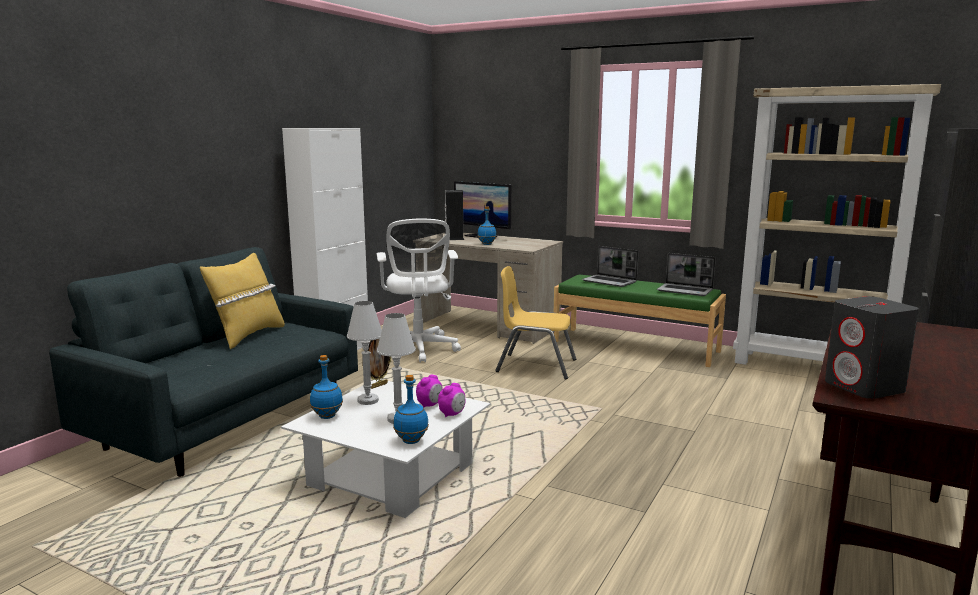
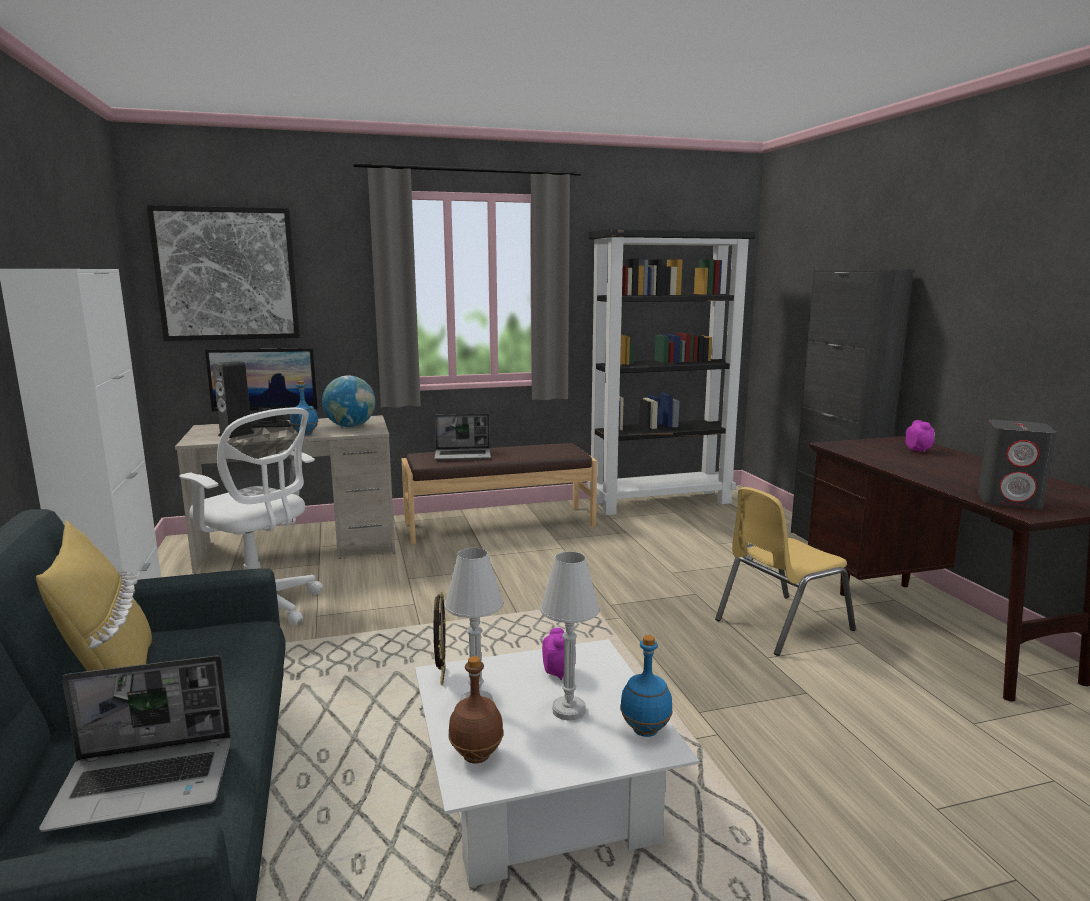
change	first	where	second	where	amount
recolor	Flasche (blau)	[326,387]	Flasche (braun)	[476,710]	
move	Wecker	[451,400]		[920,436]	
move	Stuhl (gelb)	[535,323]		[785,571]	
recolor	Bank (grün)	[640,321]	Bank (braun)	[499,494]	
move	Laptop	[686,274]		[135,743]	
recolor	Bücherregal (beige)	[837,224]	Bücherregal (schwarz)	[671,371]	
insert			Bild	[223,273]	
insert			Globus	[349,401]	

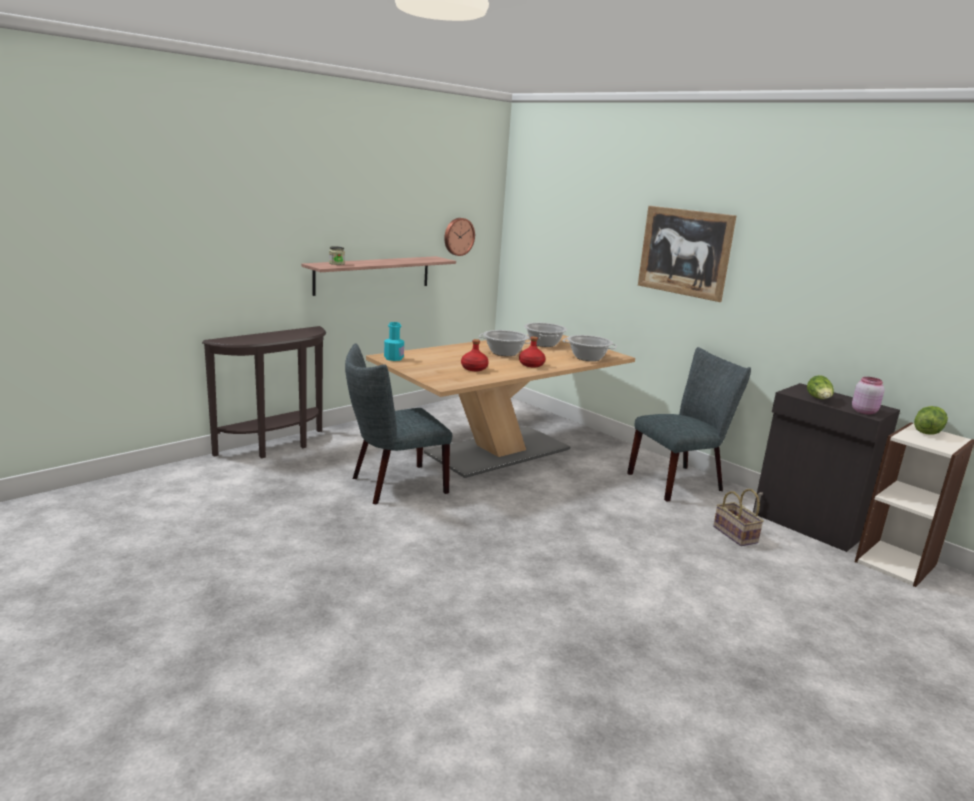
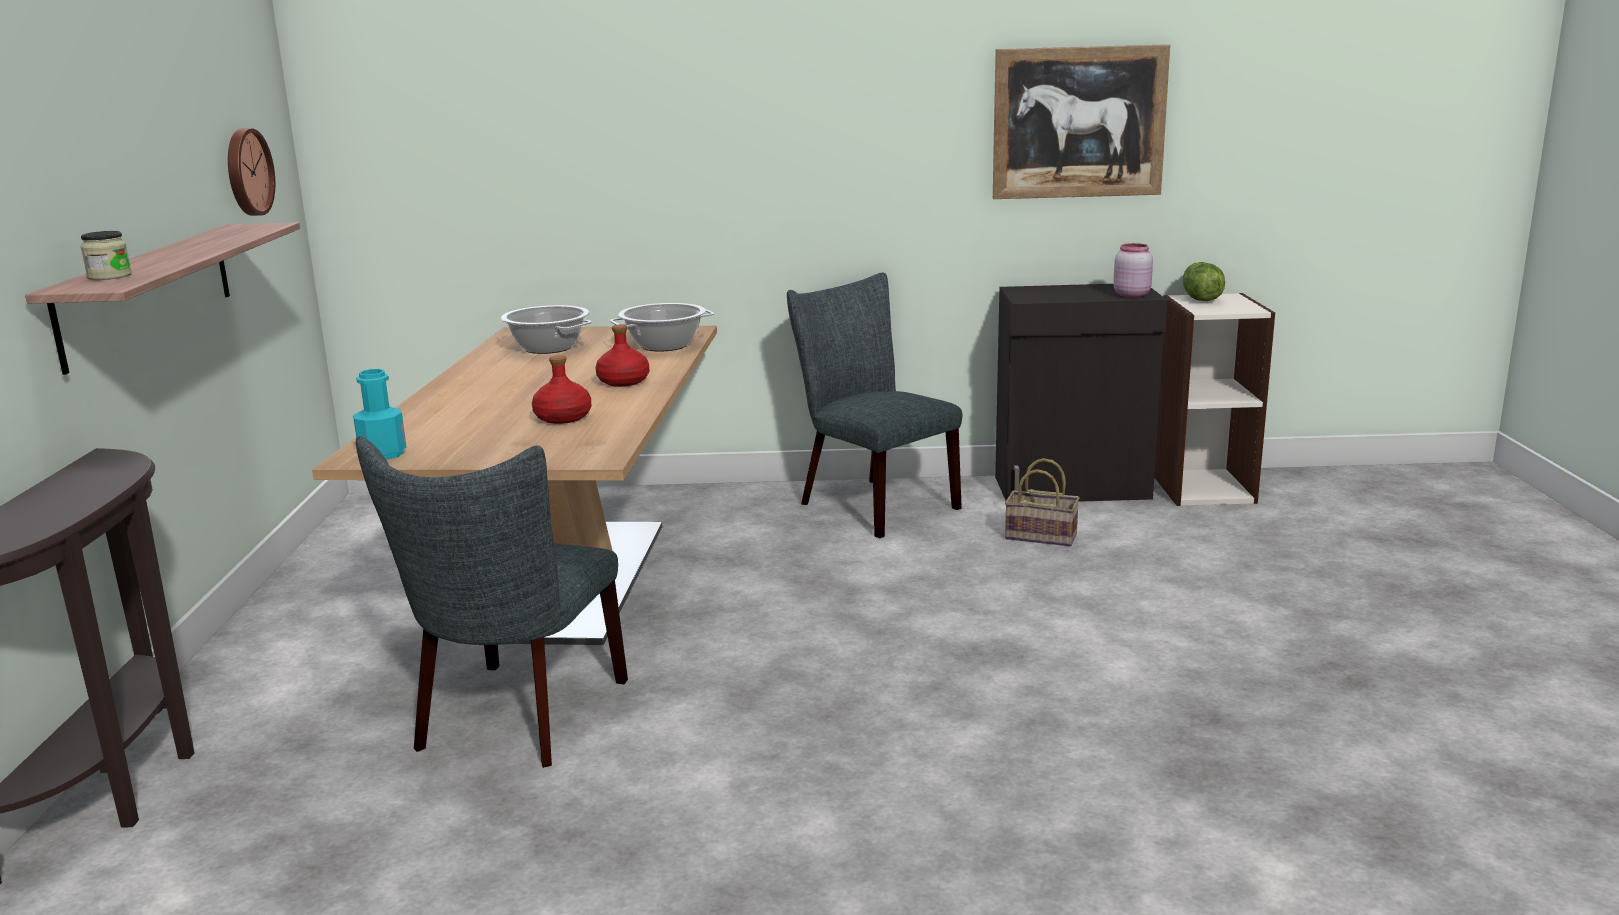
change	first	where	second	where	amount
delete	Kochtopf	[504,343]			
rotate	Stuhl (grau)	[689,424]		[874,405]	60 degrees counterclockwise
move	Bild	[687,254]		[1081,121]	
delete	Salatkopf	[820,387]			

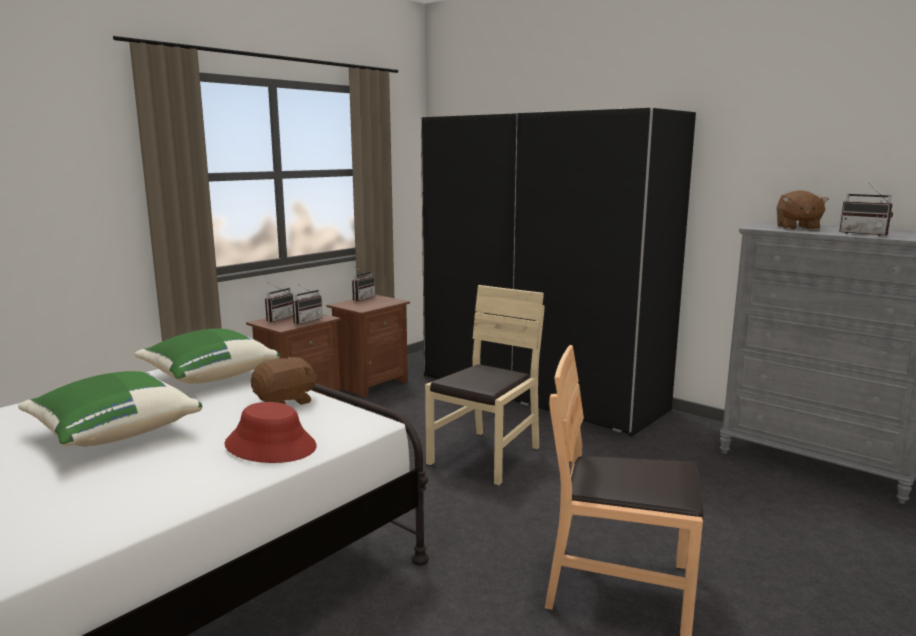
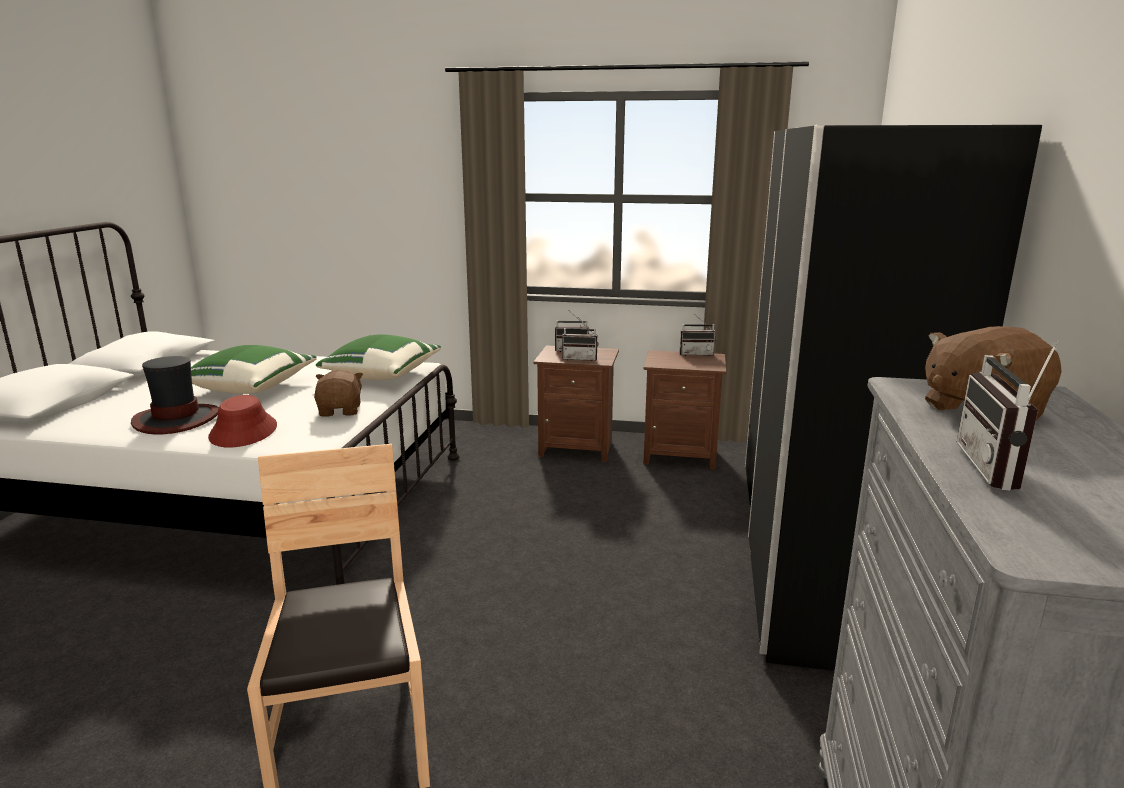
change	first	where	second	where	amount
rotate	Plüschtier (braun)	[284,381]		[338,393]	120 degrees counterclockwise
delete	Stuhl (beige)	[484,385]			
insert			Hut	[175,395]	

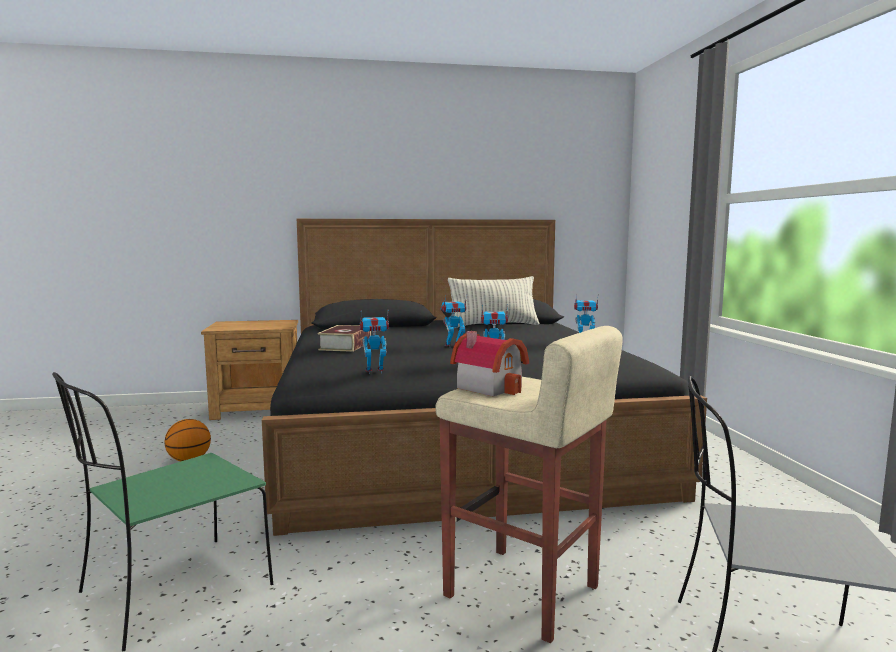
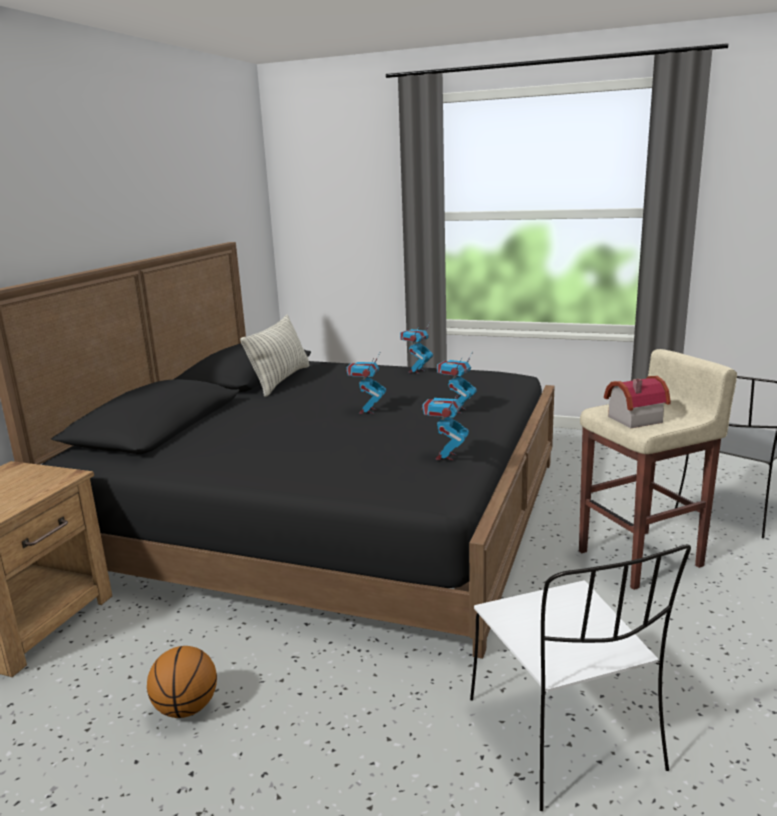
change	first	where	second	where	amount
recolor	Stuhl (grün)	[162,511]	Stuhl (weiß)	[580,677]	
delete	Buch	[344,338]			

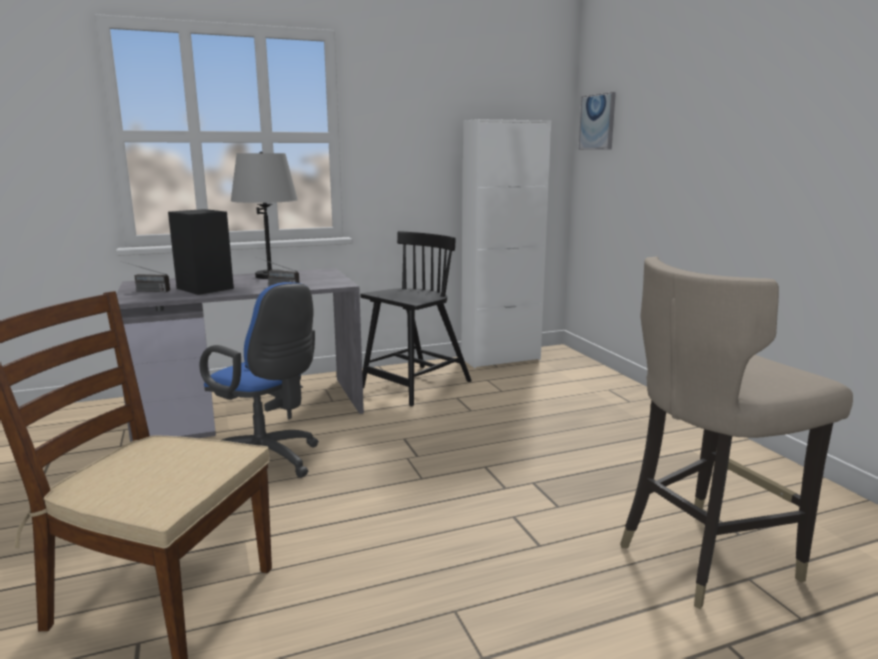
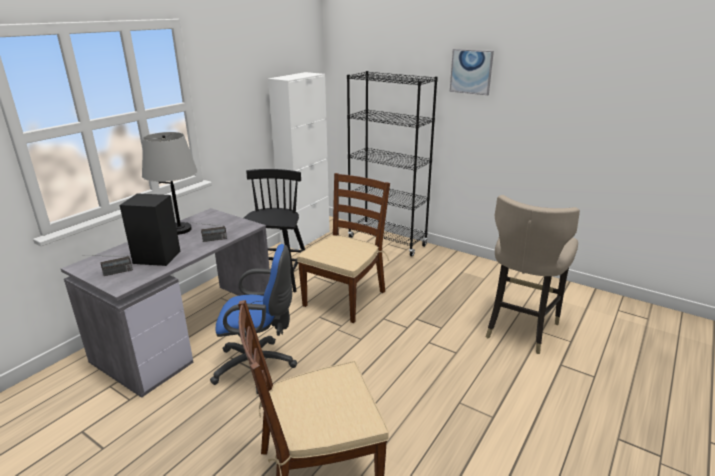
change	first	where	second	where	amount
move	Bild	[597,121]		[472,72]	
insert			Stuhl (braun)	[343,248]	
insert			Bücherregal (schwarz)	[392,164]	

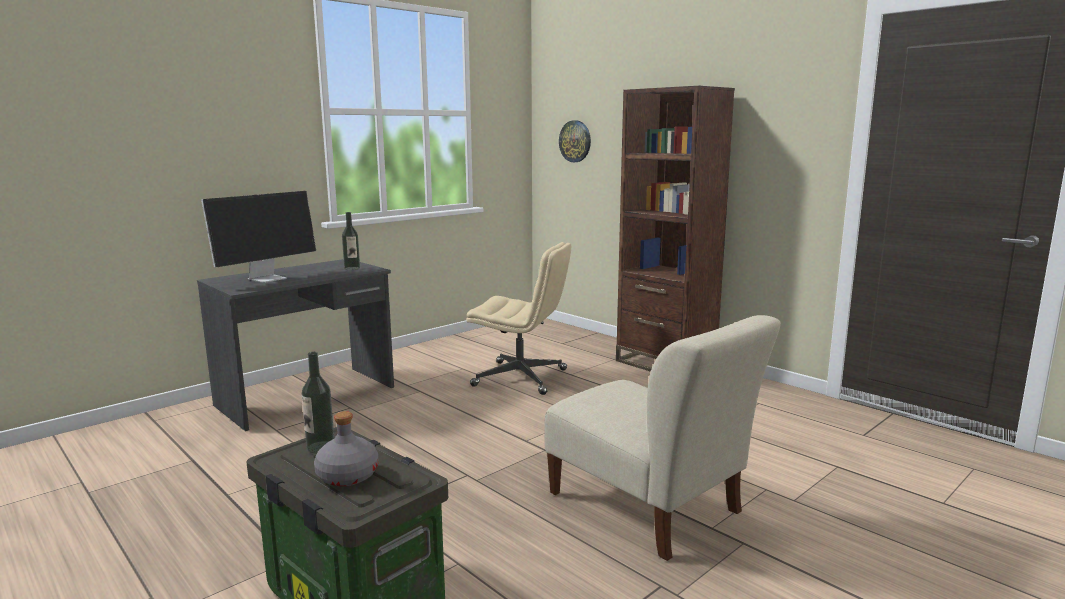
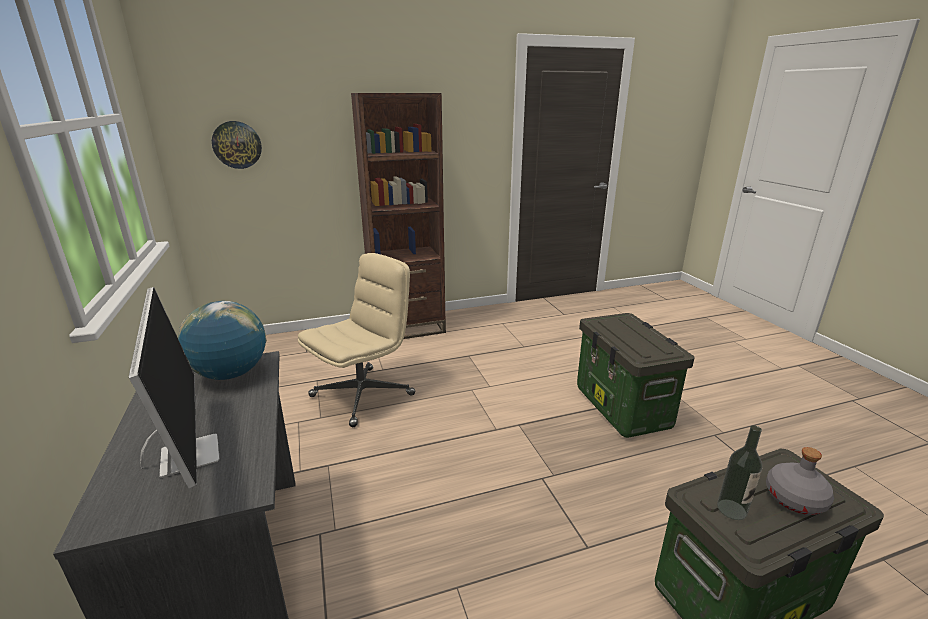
change	first	where	second	where	amount
replace	Flasche	[351,241]	Globus	[222,340]	
replace	Stuhl (beige)	[662,438]	Aufbewahrungsbox	[636,375]	

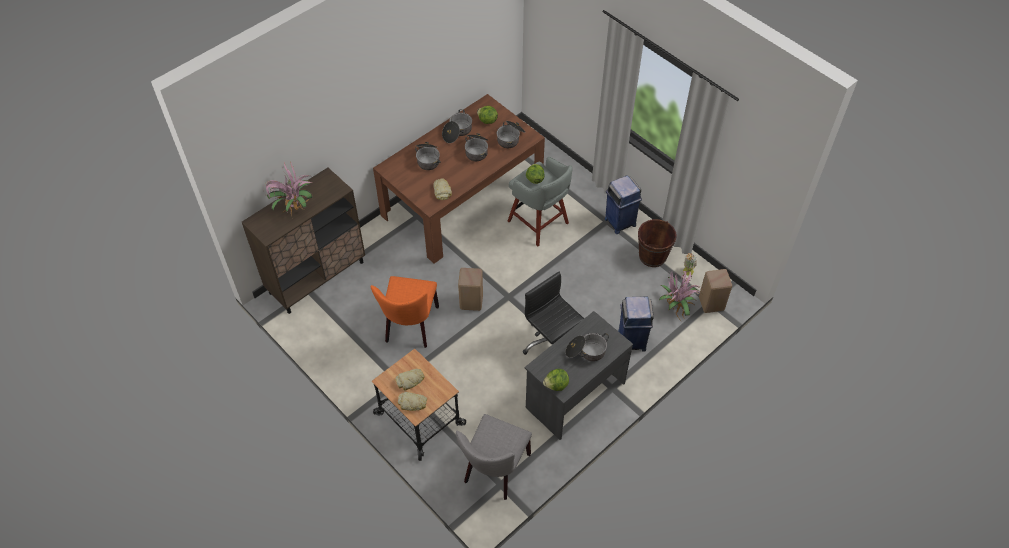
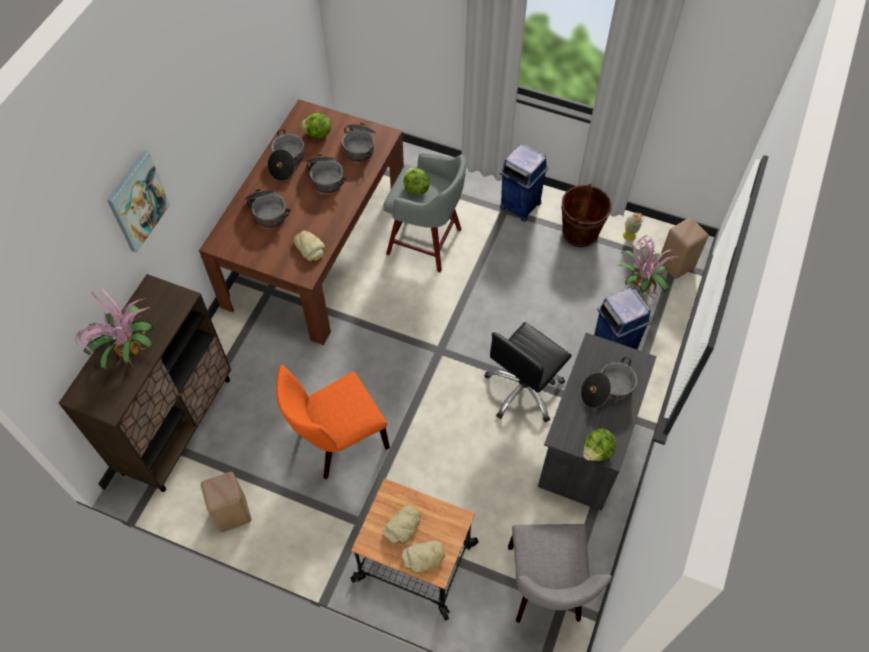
change	first	where	second	where	amount
rotate	Stuhl (orange)	[405,312]		[333,422]	75 degrees clockwise
move	Hocker (beige)	[470,289]		[226,502]	
rotate	Bürostuhl (schwarz)	[553,313]		[528,372]	75 degrees counterclockwise
insert			Bild	[138,201]	

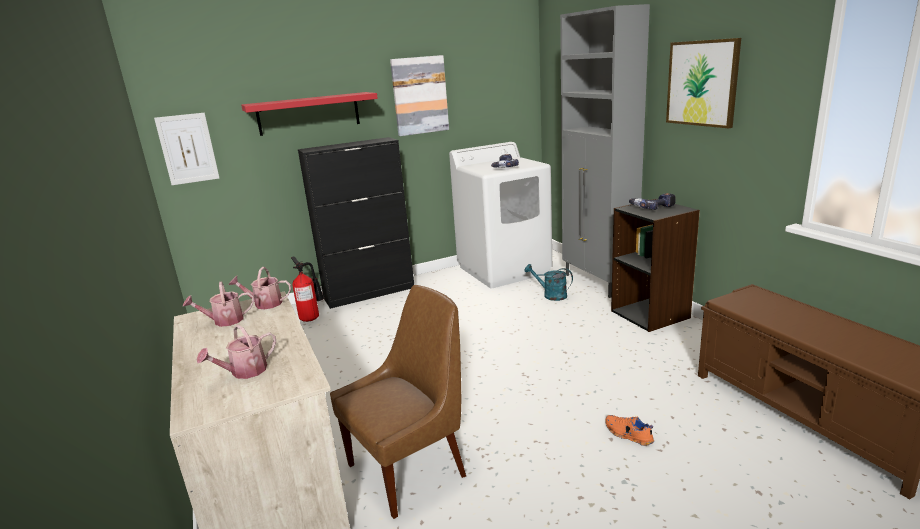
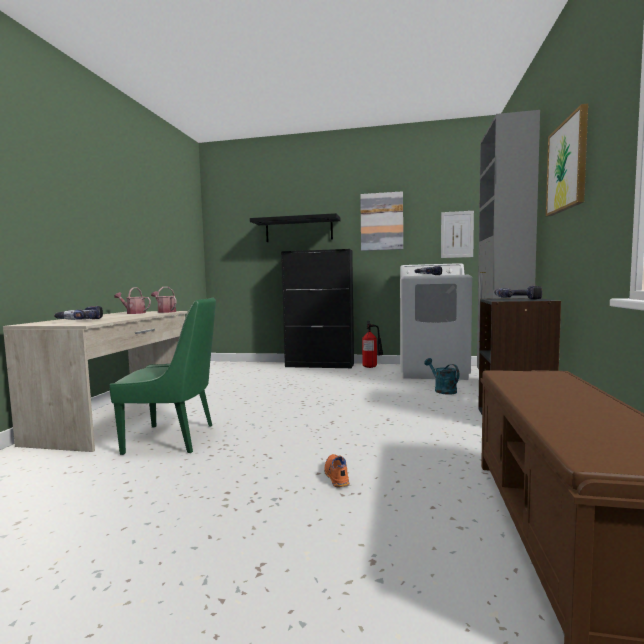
change	first	where	second	where	amount
move	Bild	[187,149]		[457,234]	
replace	Gießkanne	[236,352]	Bohrmaschine	[78,313]	
recolor	Wandregal (rot)	[309,114]	Wandregal (schwarz)	[295,227]	
move	Feuerlöscher	[307,289]		[372,344]	
recolor	Stuhl (braun)	[398,402]	Stuhl (grün)	[162,376]	

